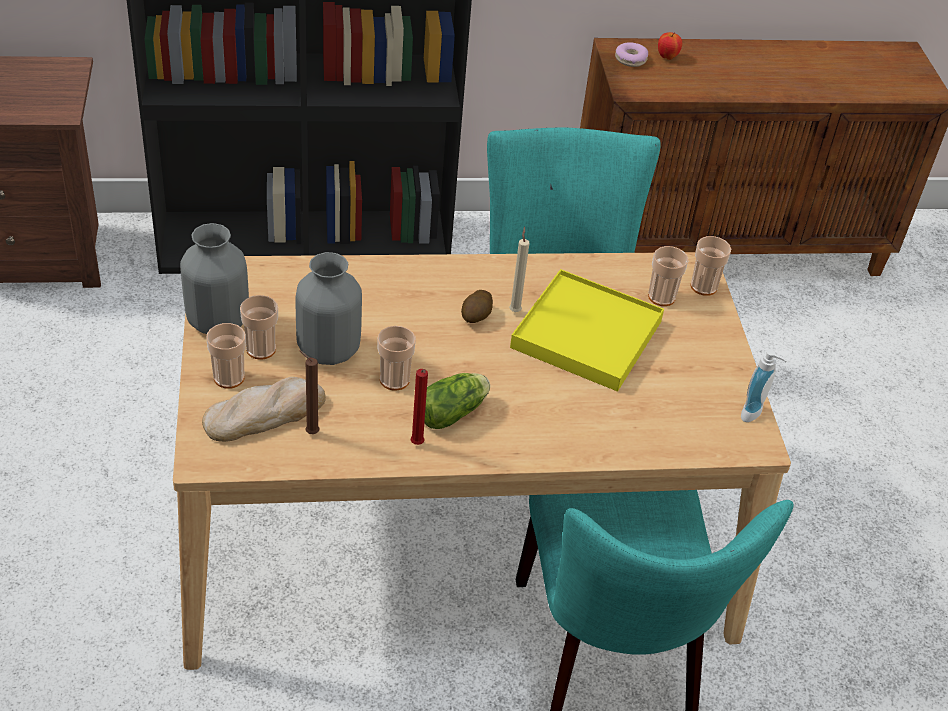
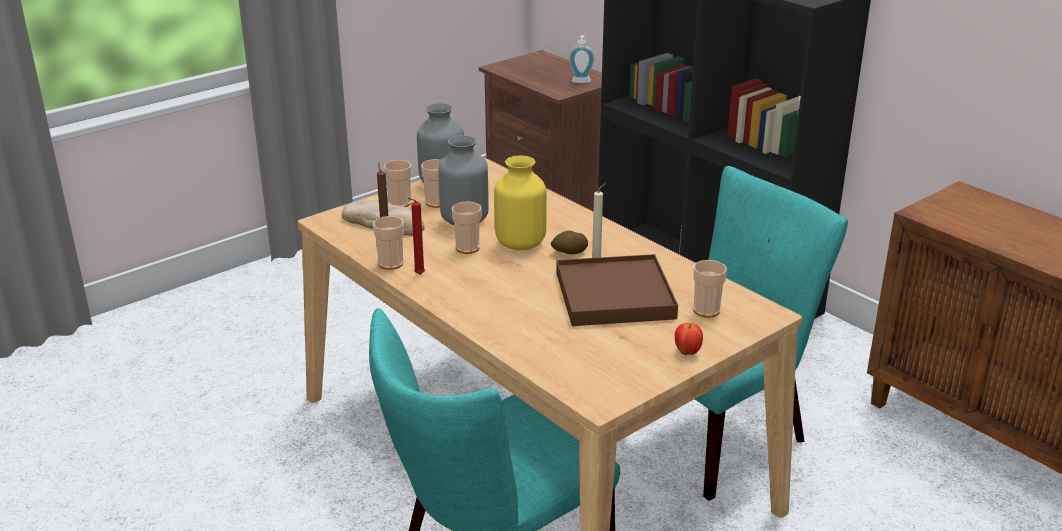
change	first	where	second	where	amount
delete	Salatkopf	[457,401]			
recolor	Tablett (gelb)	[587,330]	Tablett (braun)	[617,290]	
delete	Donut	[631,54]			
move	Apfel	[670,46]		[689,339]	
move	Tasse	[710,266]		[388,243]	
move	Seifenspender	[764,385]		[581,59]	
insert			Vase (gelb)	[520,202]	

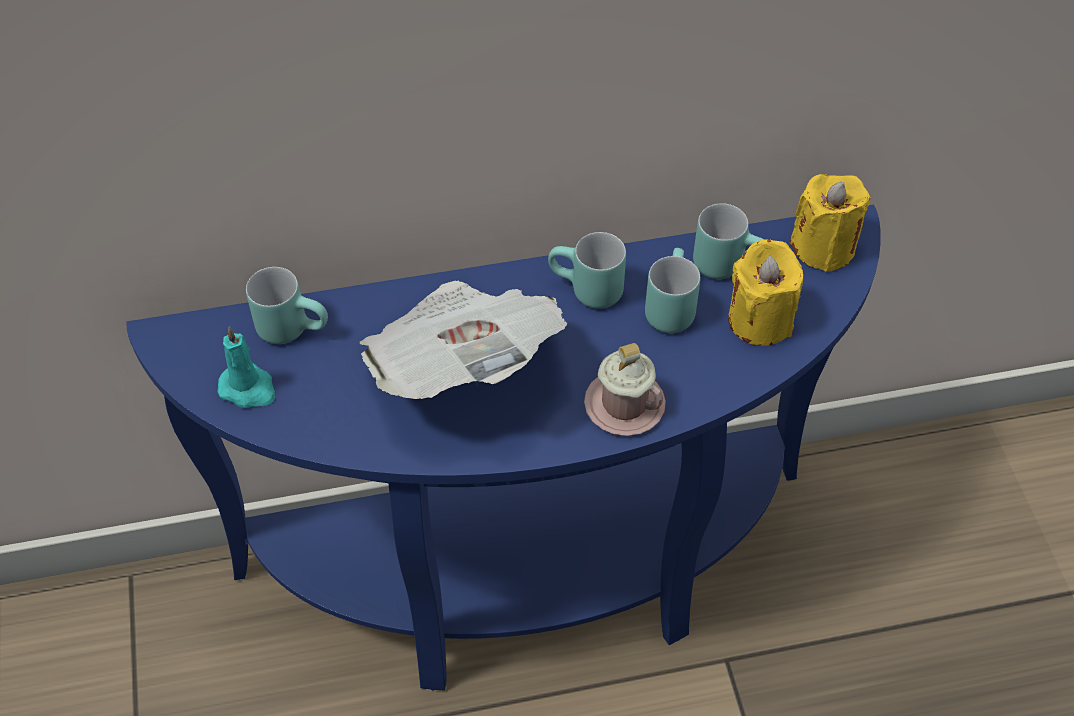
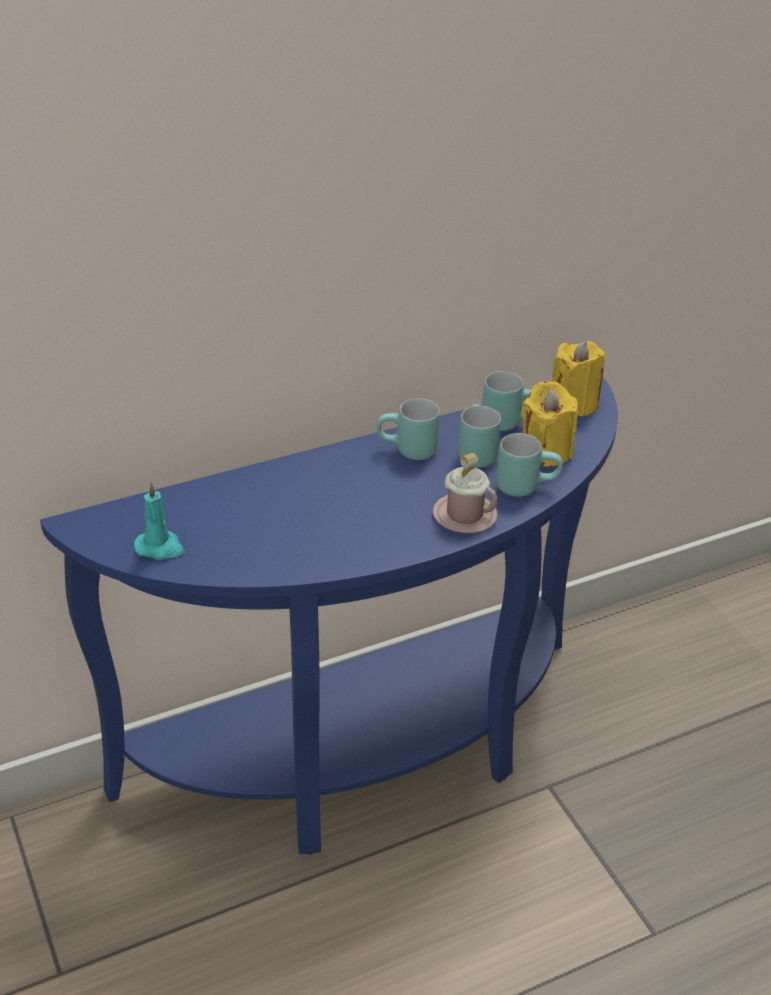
change	first	where	second	where	amount
move	Henkelbecher (türkis)	[287,305]		[529,465]	
delete	Zeitung	[463,340]			

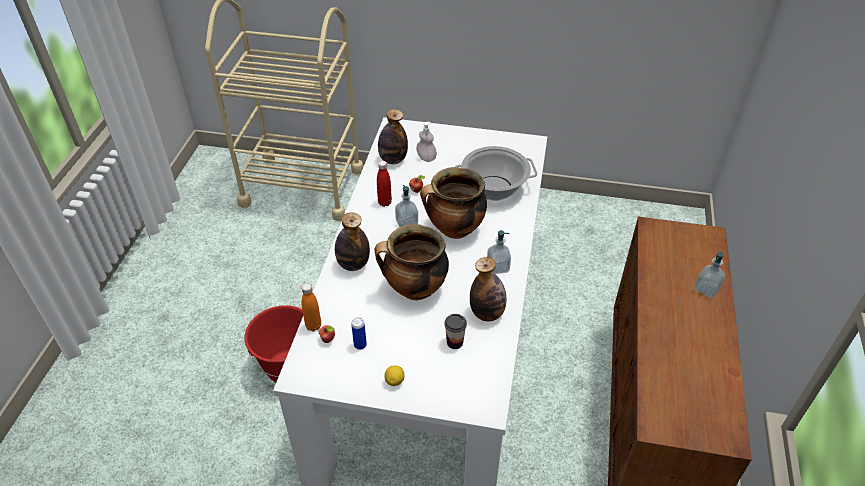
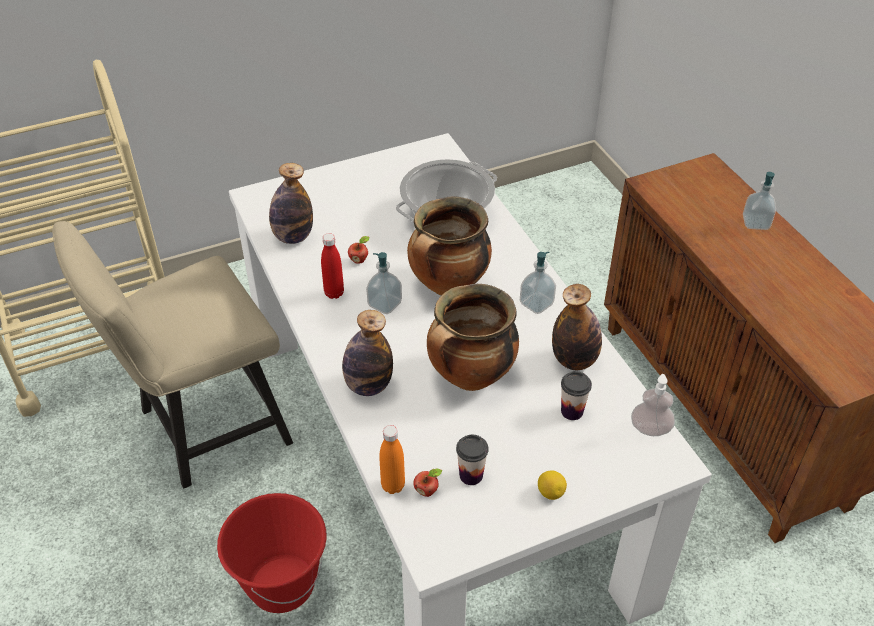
change	first	where	second	where	amount
replace	Dose	[359,333]	Tasse	[472,460]	
move	Seifenspender	[426,142]		[653,405]	
insert			Stuhl (beige)	[172,354]	

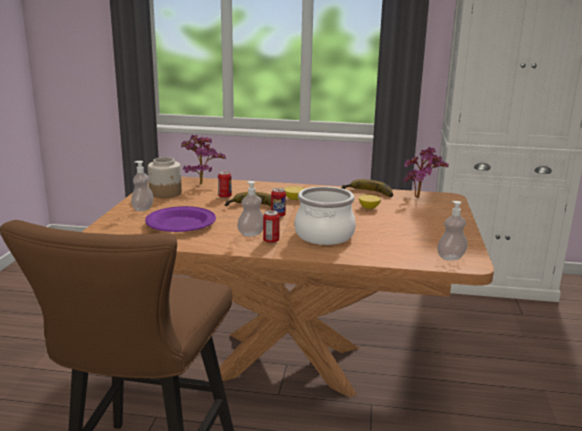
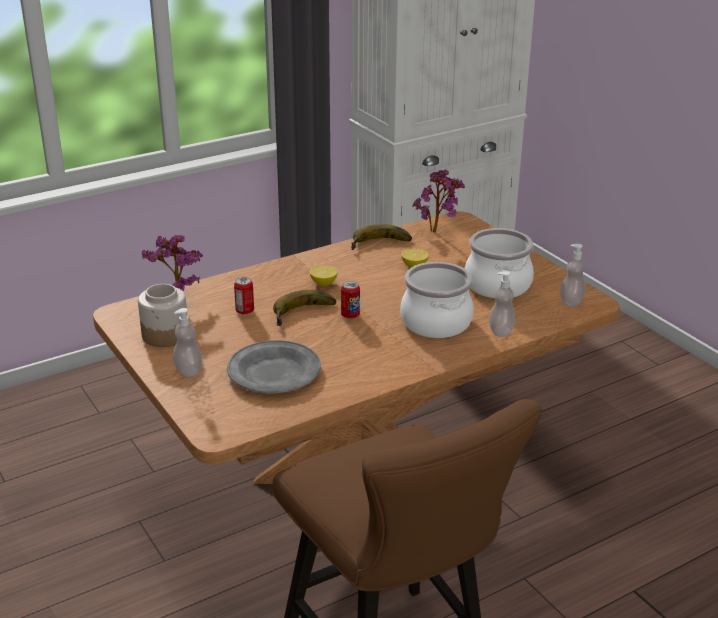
change	first	where	second	where	amount
recolor	Teller (lila)	[180,219]	Teller (grau)	[274,366]	
move	Seifenspender	[250,208]		[502,304]	
delete	Dose	[271,226]			
insert			Kochtopf	[499,263]	

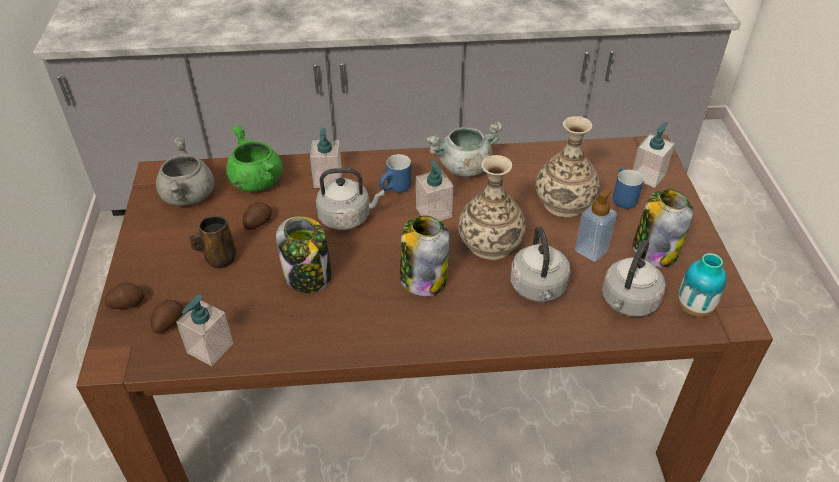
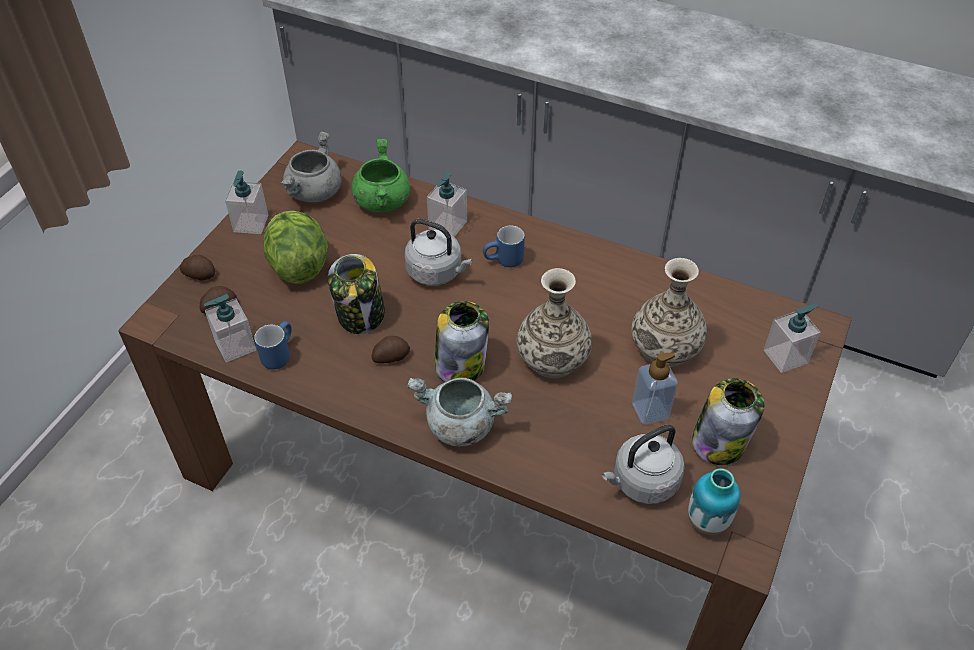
change	first	where	second	where	amount
replace	Henkelbecher (braun)	[213,242]	Salatkopf	[296,247]	
move	Kartoffel	[257,216]		[391,349]	
move	Seifenspender	[434,190]		[246,202]	
move	Kochtopf (grau)	[464,149]		[459,412]	
delete	Wasserkessel (grau)	[540,264]			
move	Henkelbecher (blau)	[628,188]		[273,345]	

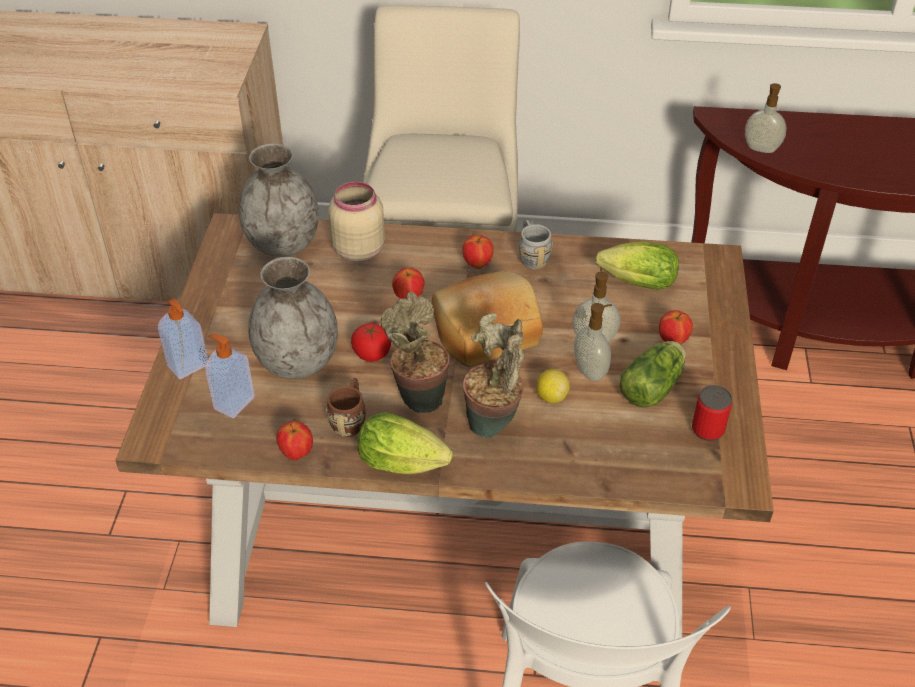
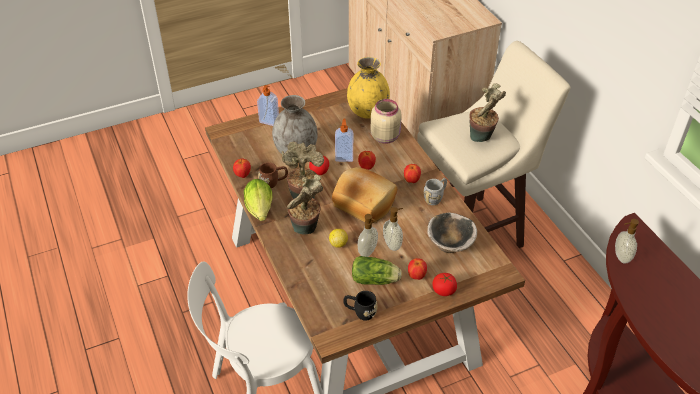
change	first	where	second	where	amount
move	Seifenspender	[230,376]		[344,140]	
recolor	Vase (grau)	[279,200]	Vase (gelb)	[368,88]	
replace	Salatkopf	[637,265]	Schüssel	[452,233]	
replace	Dose	[712,413]	Henkelbecher (schwarz)	[360,306]	
insert			Tomate	[445,284]	
insert			Topfpflanze	[487,112]	

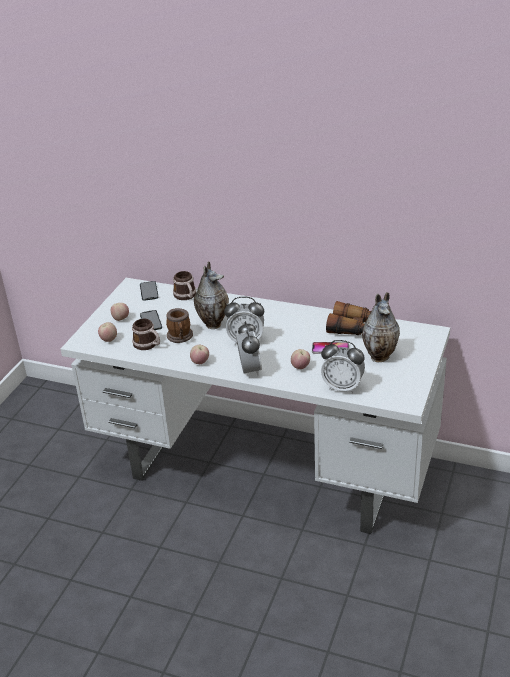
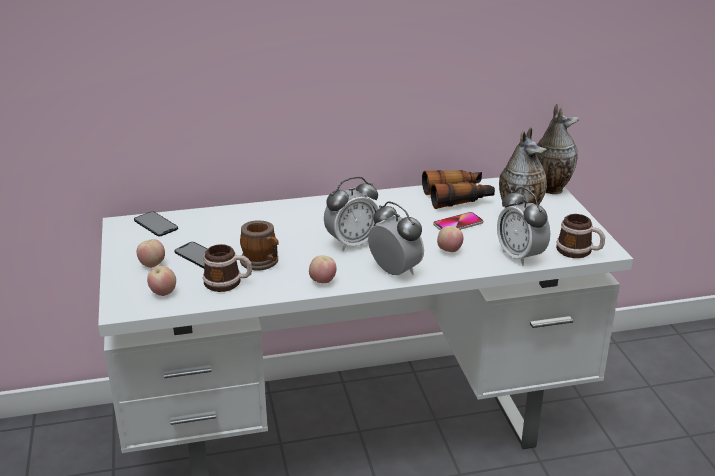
change	first	where	second	where	amount
move	Henkelbecher	[184,285]		[580,236]	
move	Vase	[211,295]		[557,149]	
rotate	Wecker	[343,367]		[523,226]	75 degrees clockwise

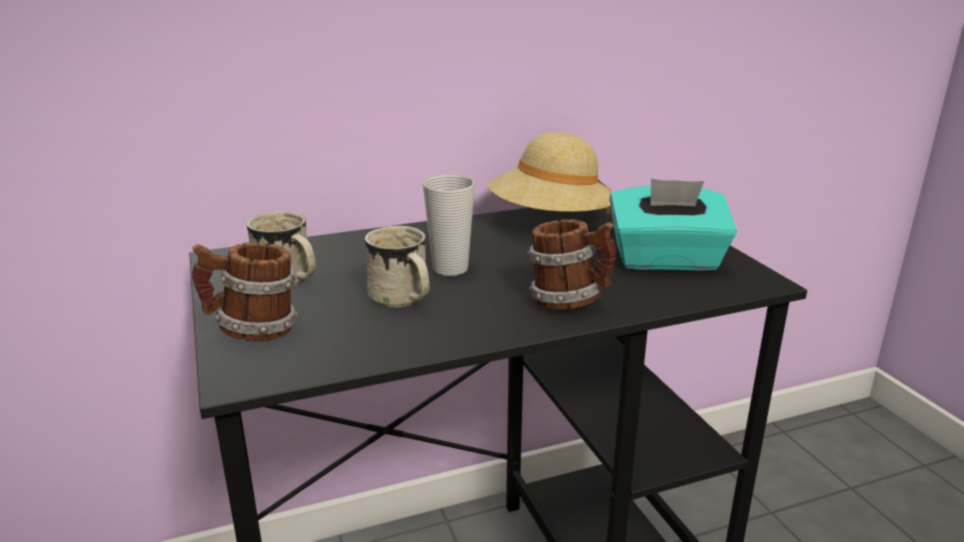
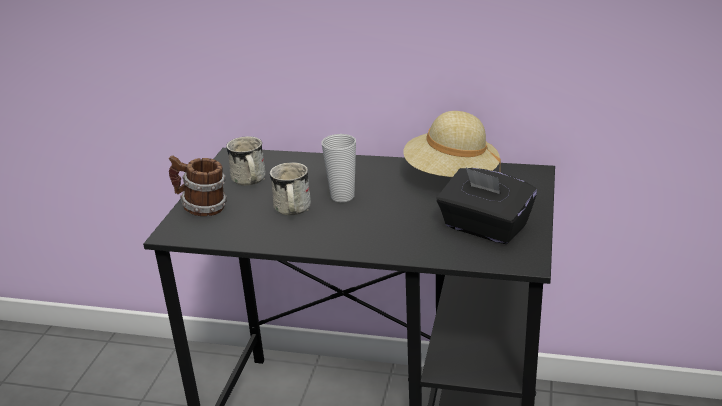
change	first	where	second	where	amount
delete	Henkelbecher	[571,264]			
recolor	Taschentuchbox (türkis)	[673,224]	Taschentuchbox (schwarz)	[487,206]	

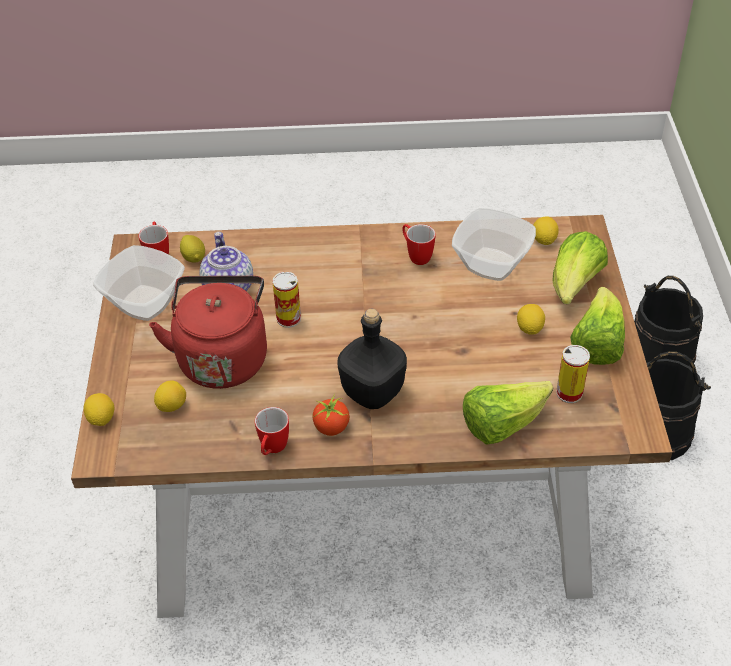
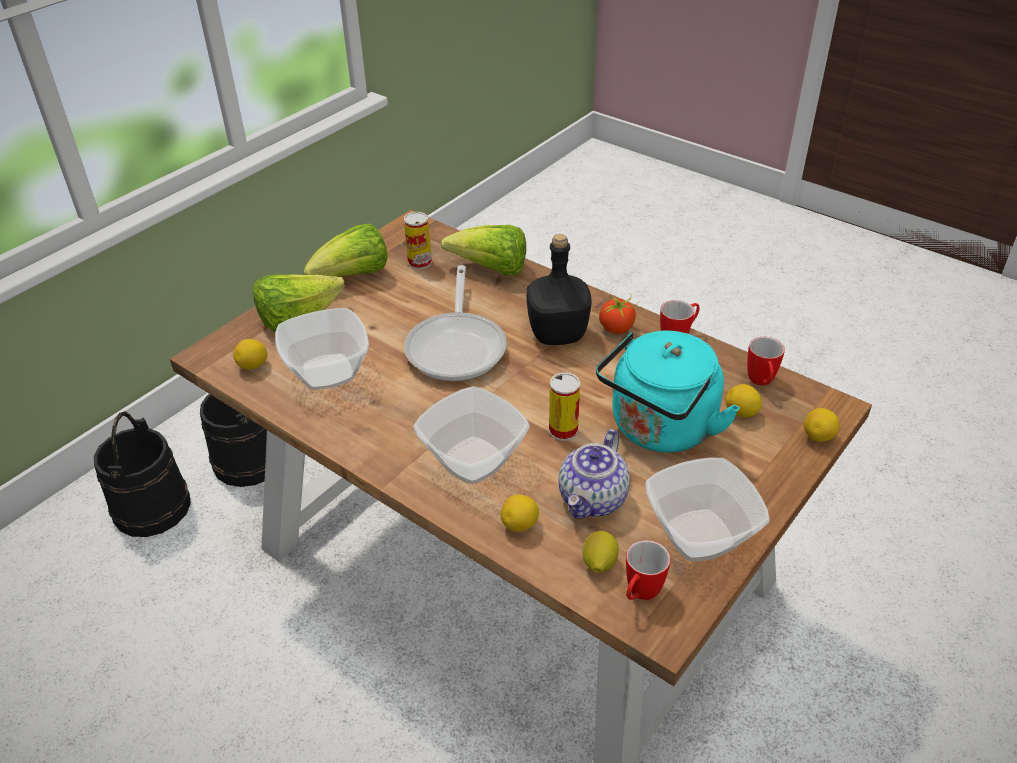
change	first	where	second	where	amount
recolor	Wasserkessel (rot)	[208,332]	Wasserkessel (türkis)	[668,391]	
move	Henkelbecher	[419,244]		[766,361]	
move	Zitrone	[531,319]		[520,513]	
insert			Pfanne	[455,323]	
insert			Schüssel	[471,435]	

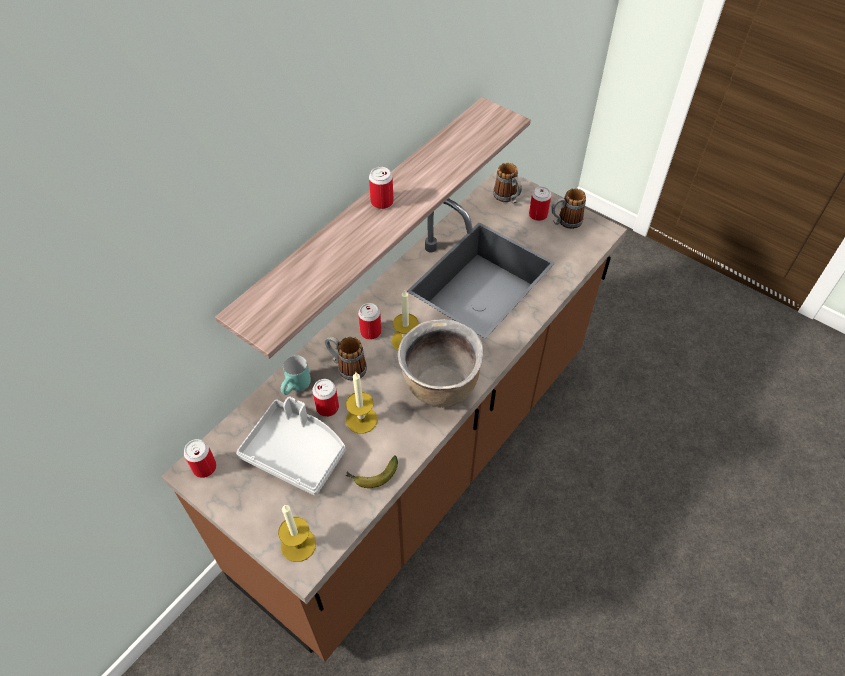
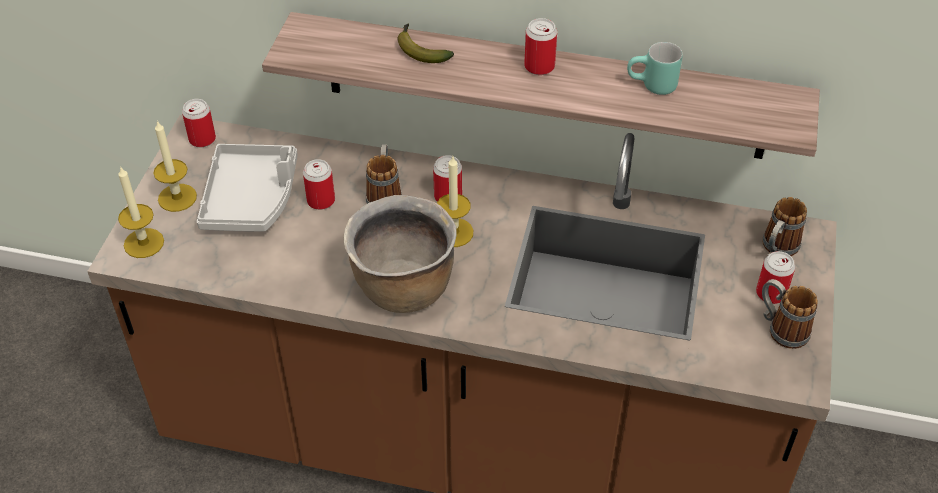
change	first	where	second	where	amount
move	Henkelbecher (türkis)	[296,375]		[655,68]	
move	Kerze	[362,403]		[175,166]	
move	Banane	[372,471]		[425,43]	

